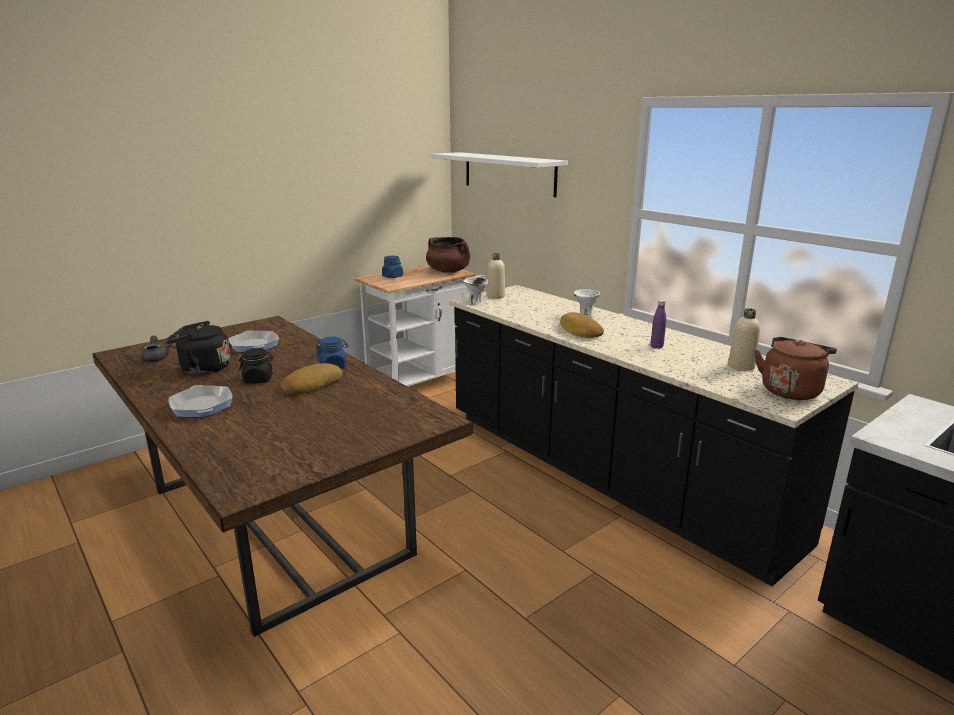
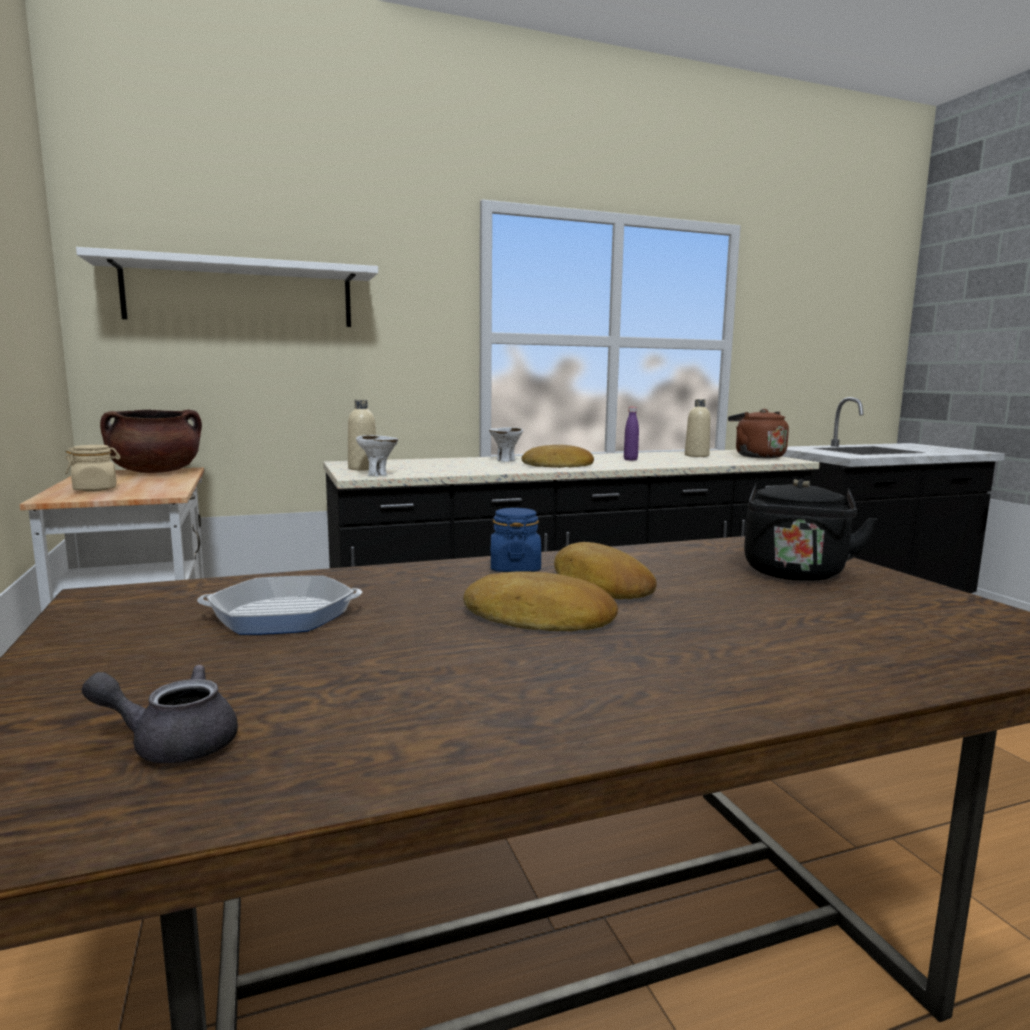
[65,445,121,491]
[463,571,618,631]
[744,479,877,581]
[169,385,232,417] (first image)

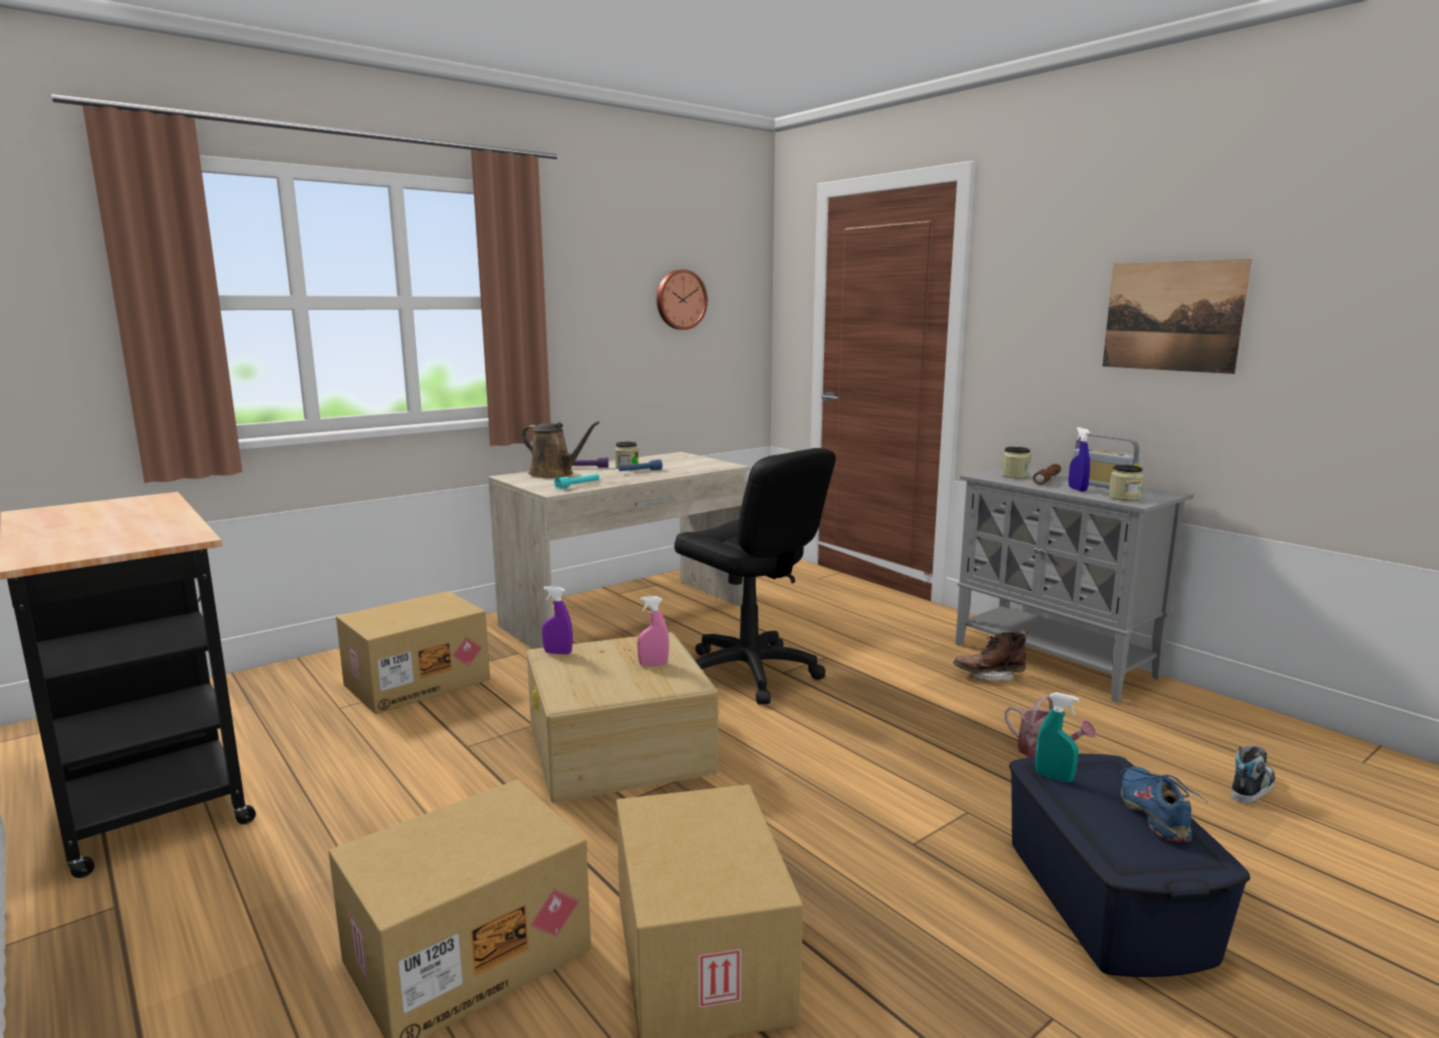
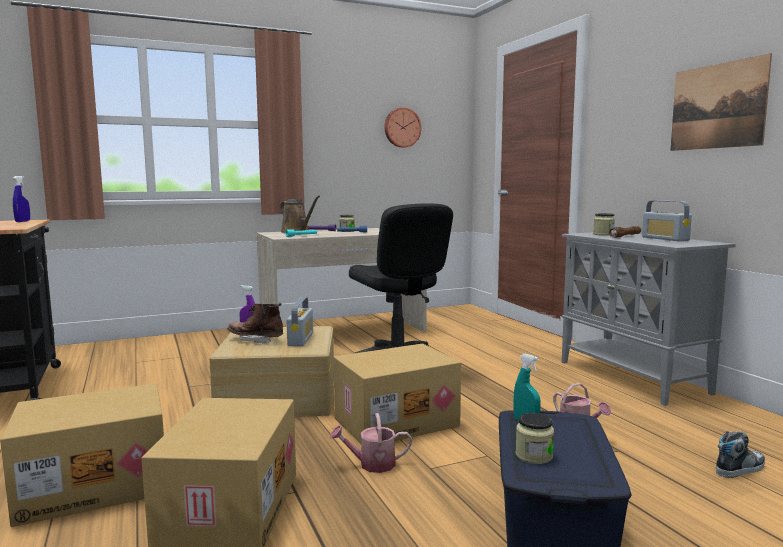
[13,176,30,222]
[227,303,283,344]
[287,297,313,346]
[330,413,412,473]
[333,343,461,445]
[515,413,554,464]
[1120,767,1208,842] (first image)

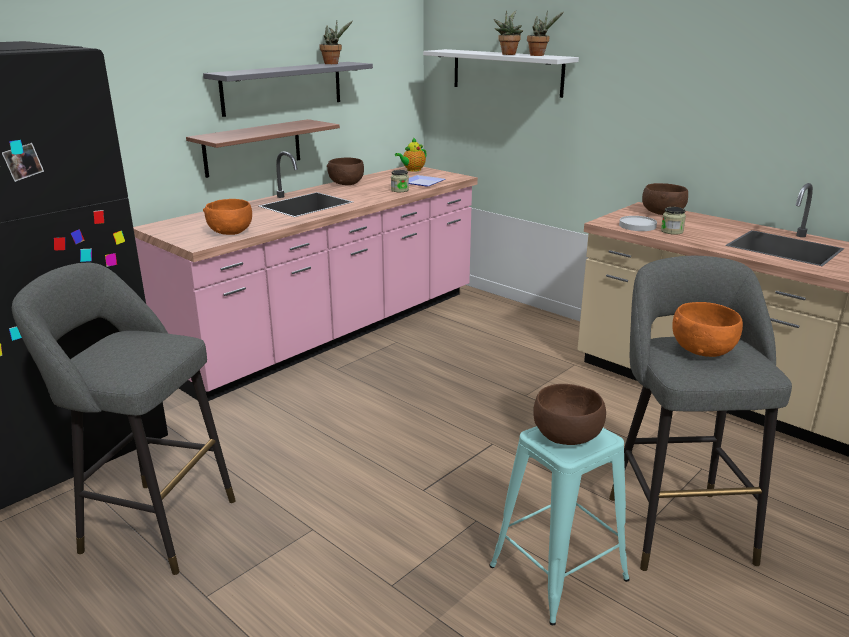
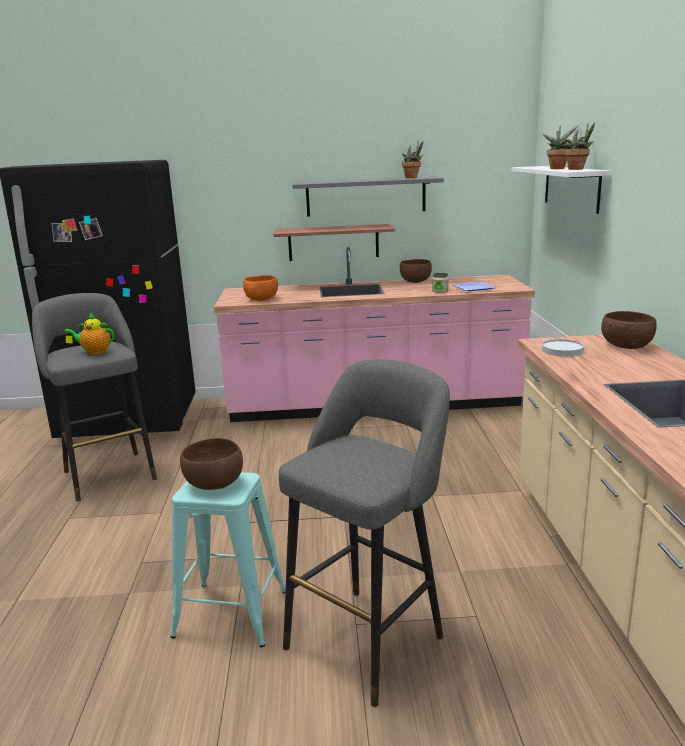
[64,313,114,355]
[661,207,686,235] (first image)
[672,302,743,357] (first image)

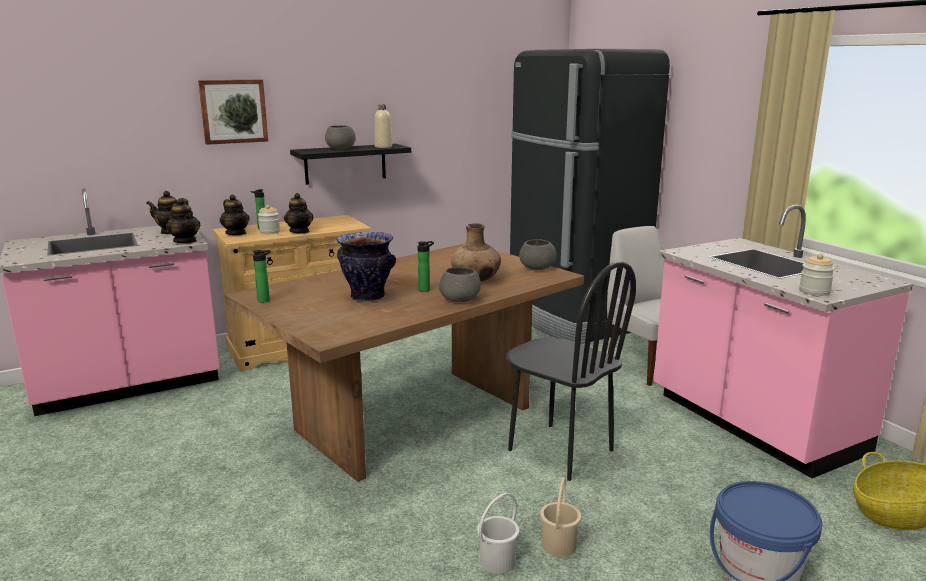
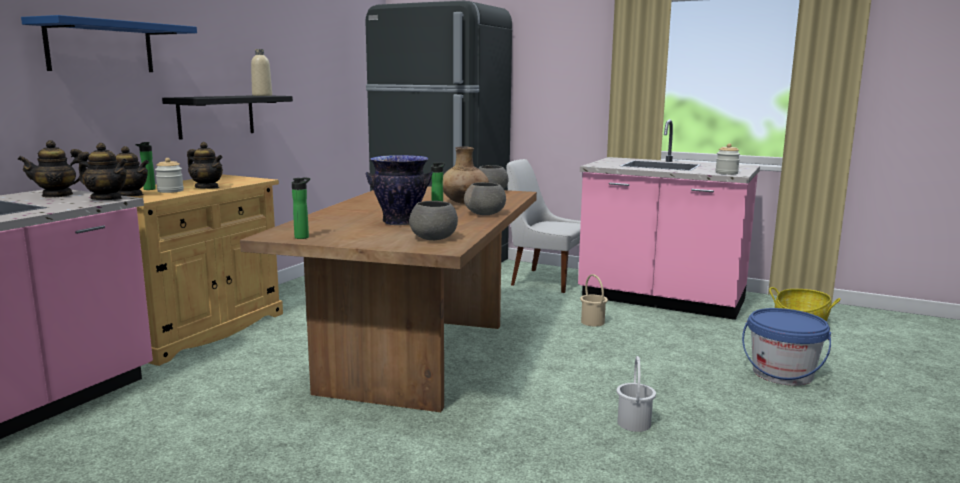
[21,15,197,72]
[409,201,458,240]
[580,274,608,327]
[506,261,636,481] (first image)

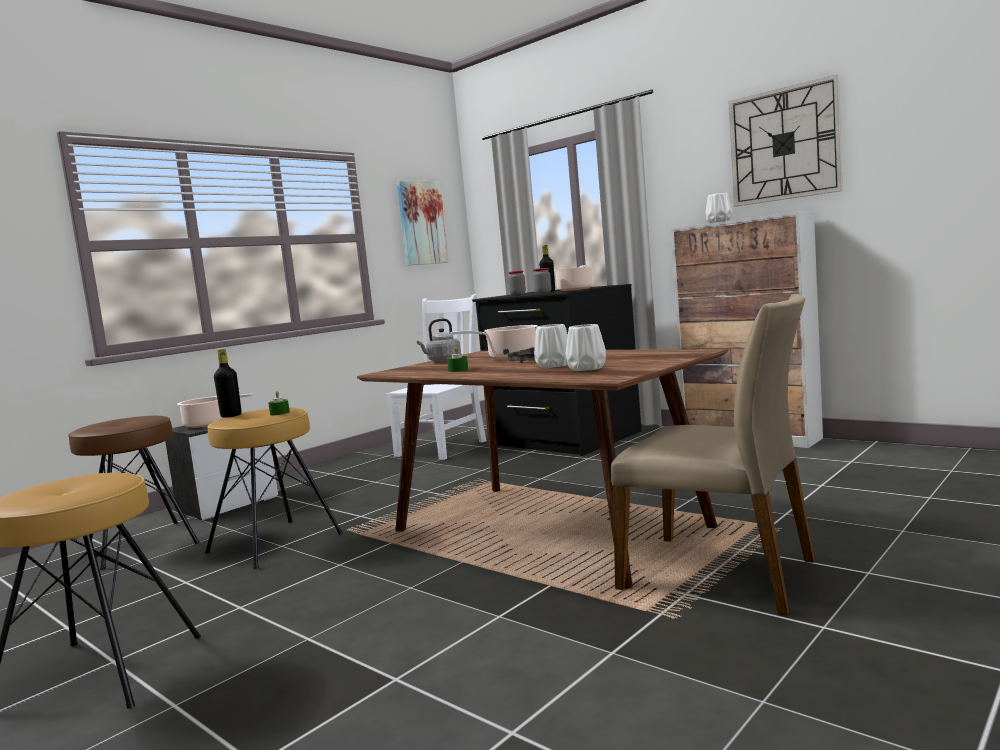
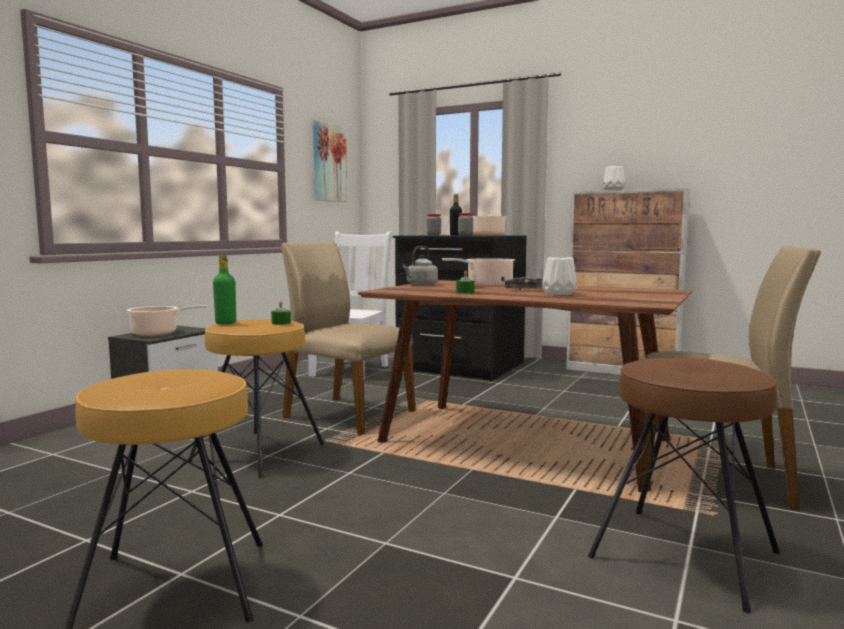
[213,255,236,324]
[282,242,415,435]
[588,358,780,613]
[566,324,606,371] (first image)
[728,74,843,206] (first image)

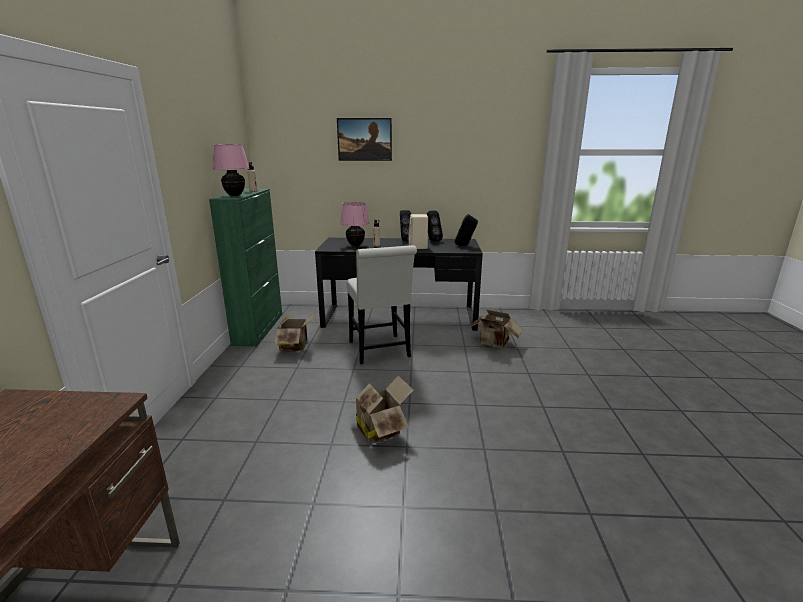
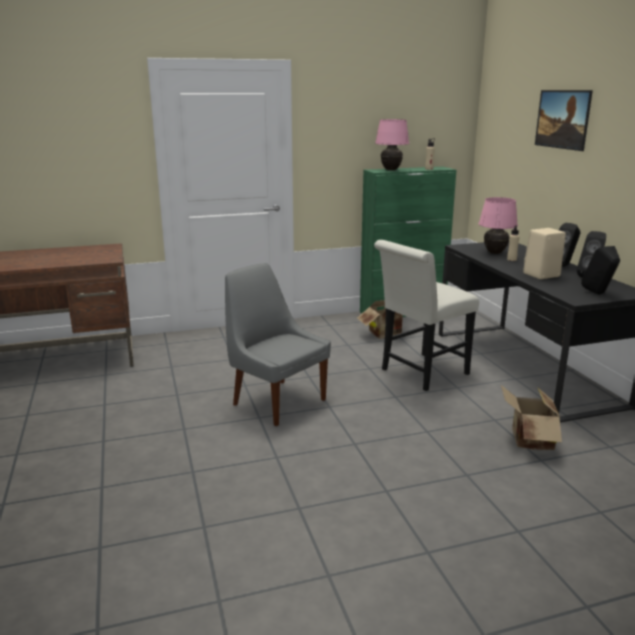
[225,263,331,426]

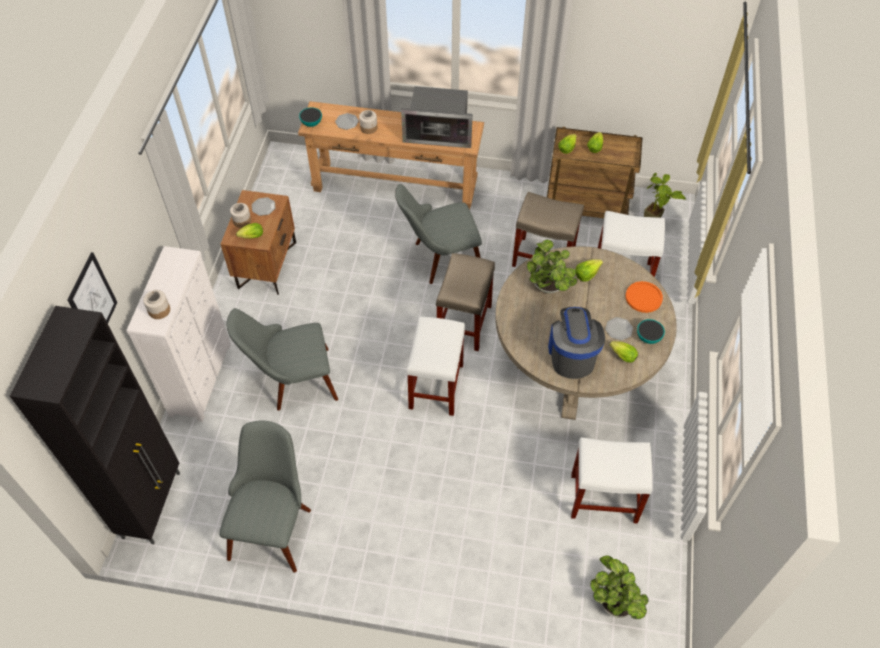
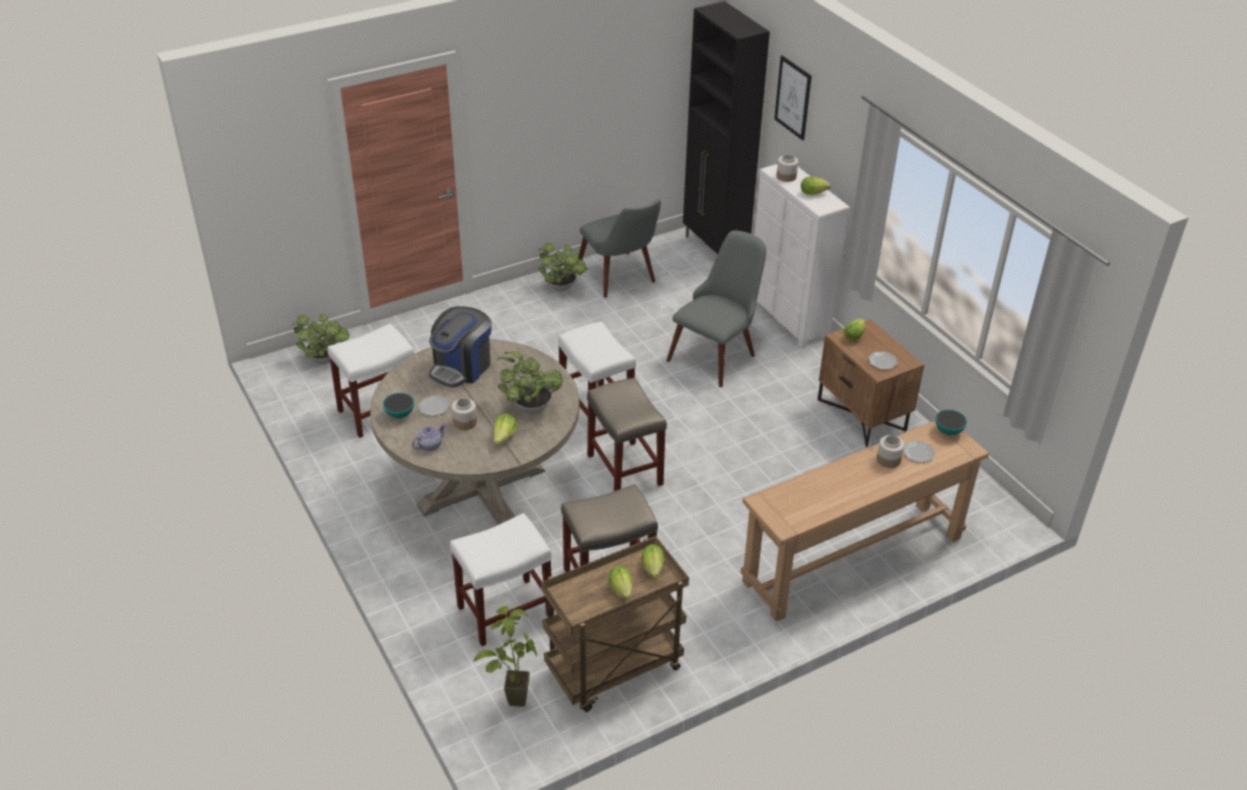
[412,424,446,451]
[429,306,491,388]
[452,398,477,430]
[538,243,587,291]
[801,177,831,195]
[395,184,482,284] (first image)
[401,86,473,148] (first image)

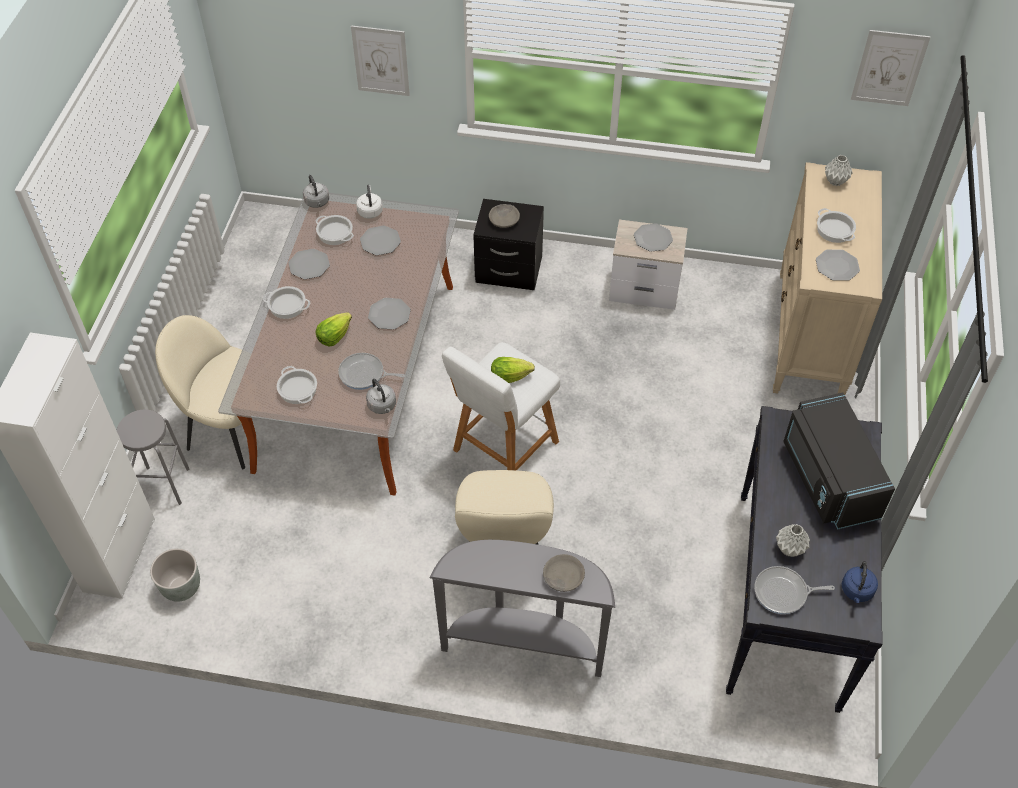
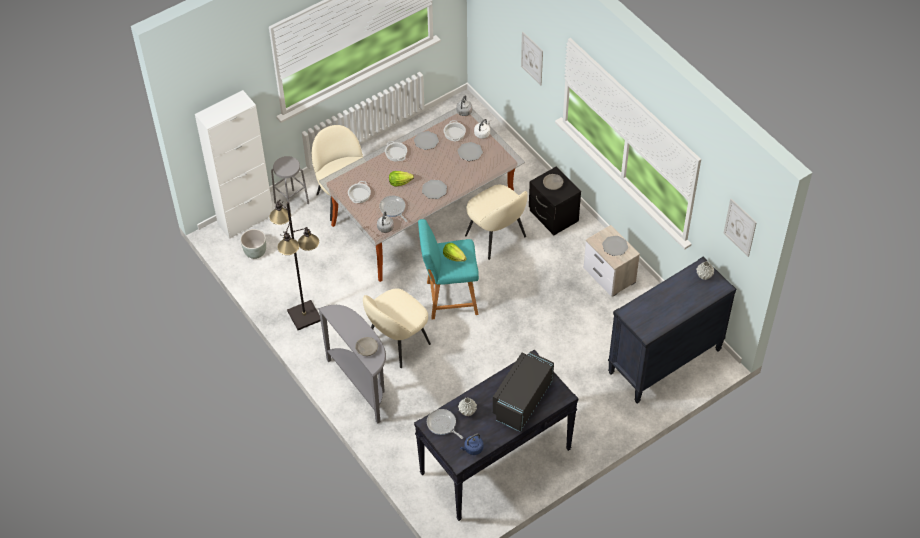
[269,200,321,330]
[418,219,479,319]
[465,185,528,260]
[608,257,736,403]
[816,250,860,281] (first image)
[817,208,856,243] (first image)

